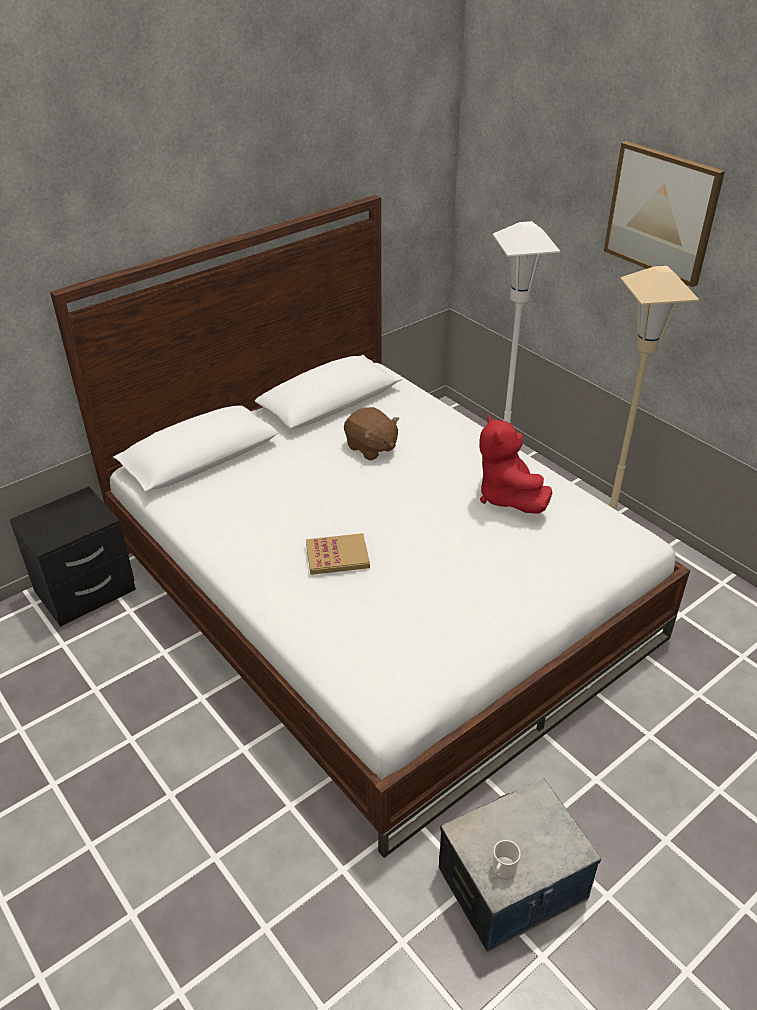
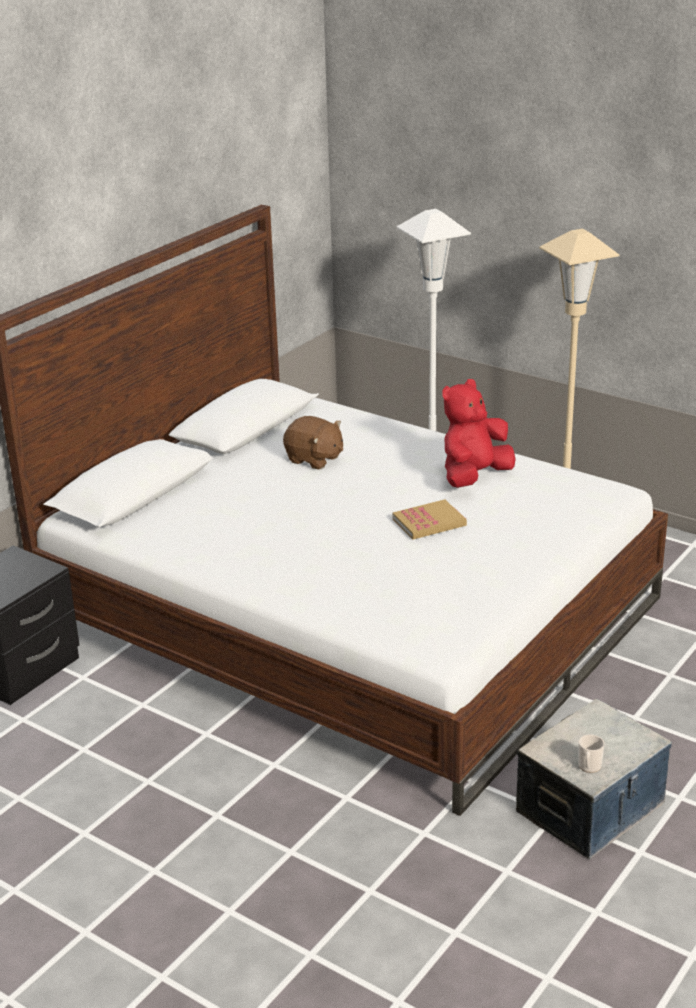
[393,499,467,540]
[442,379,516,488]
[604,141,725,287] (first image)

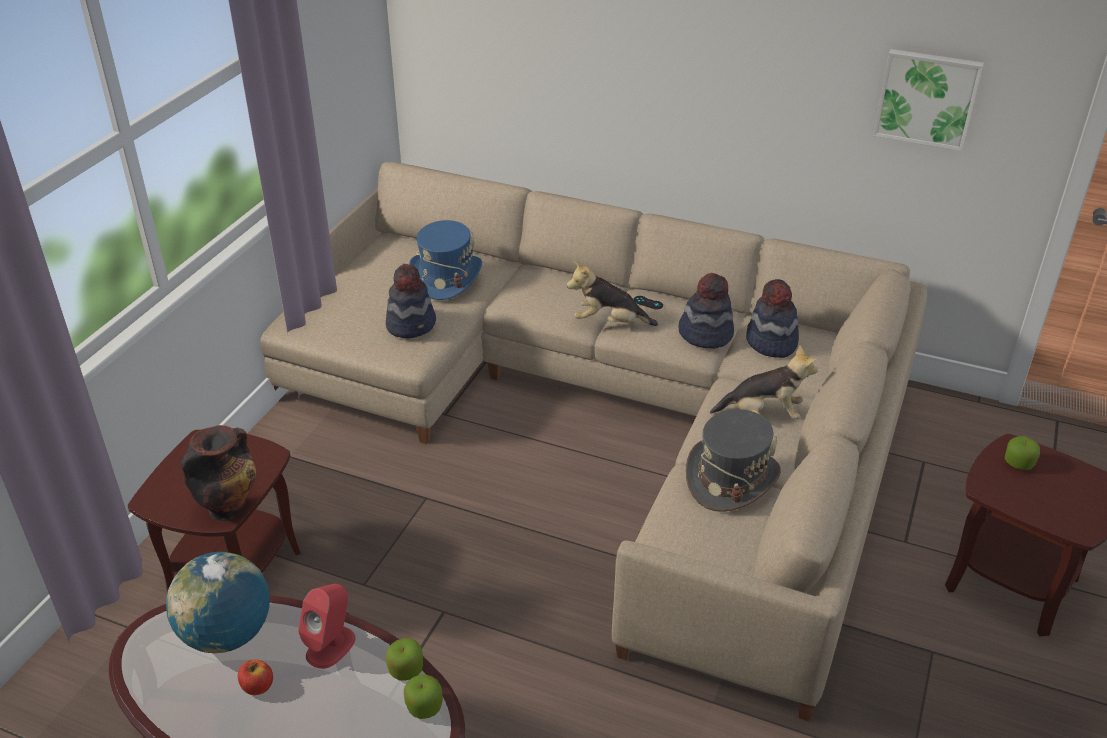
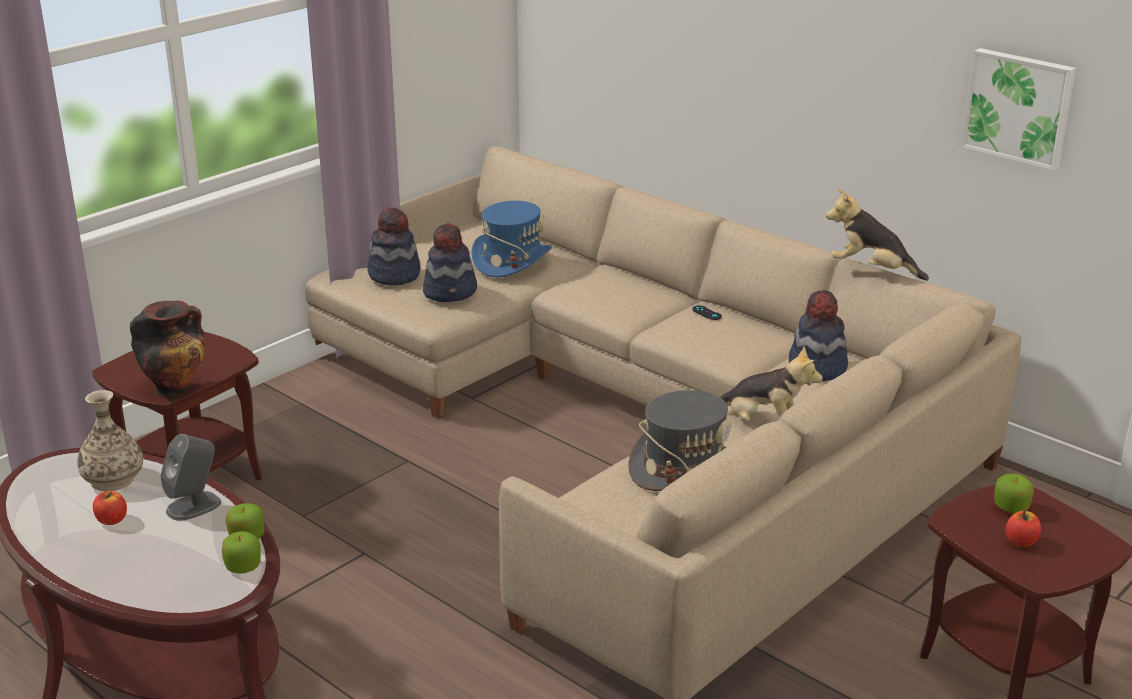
[77,390,143,491]
[160,434,221,521]
[368,207,421,285]
[826,189,929,281]
[1005,511,1041,547]

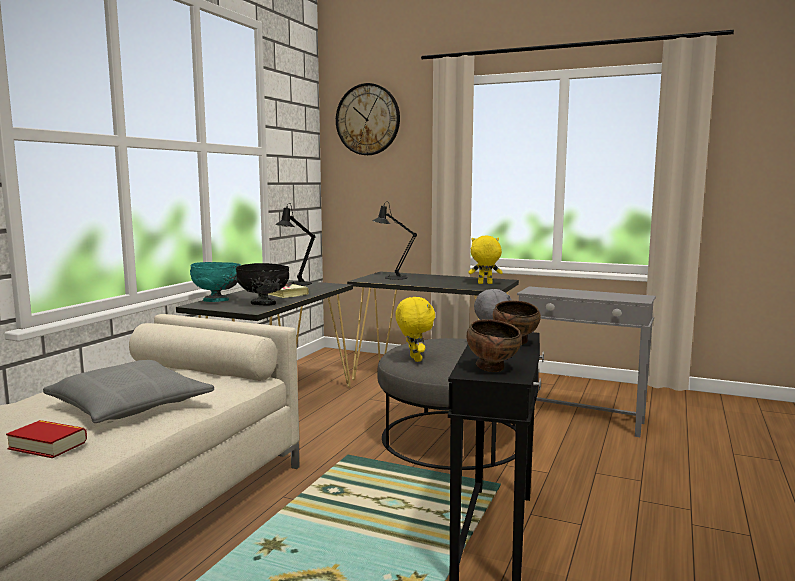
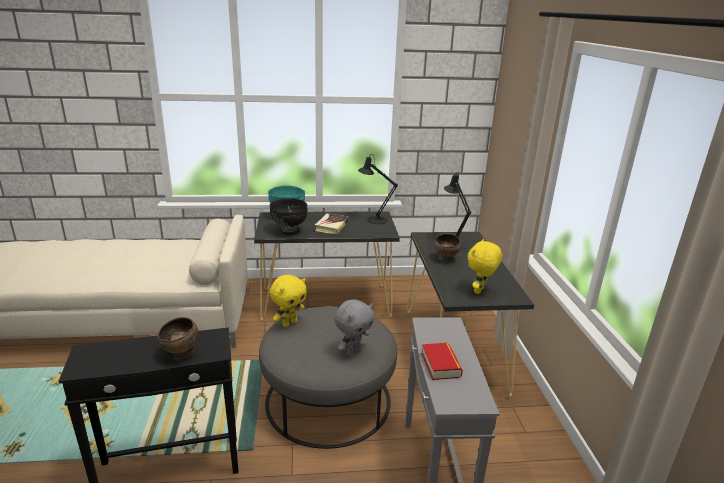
[421,343,463,380]
[434,233,462,261]
[467,239,502,294]
[43,360,214,423] (first image)
[336,83,400,155] (first image)

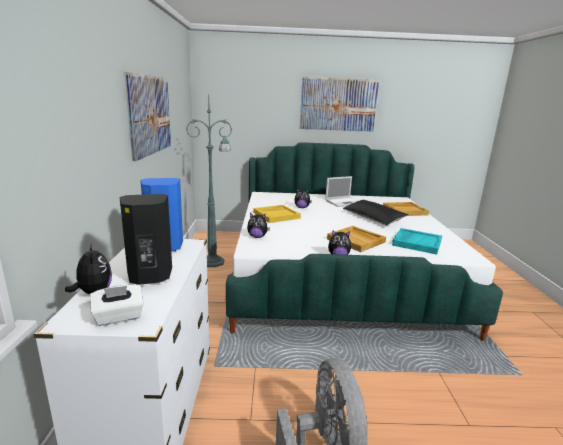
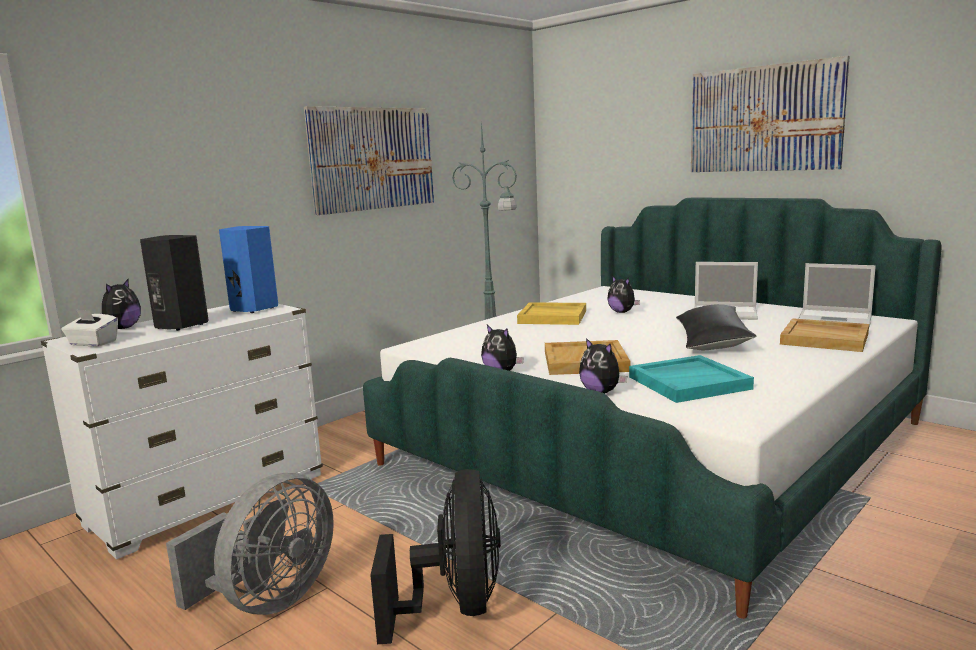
[370,469,501,644]
[579,338,627,394]
[798,263,876,327]

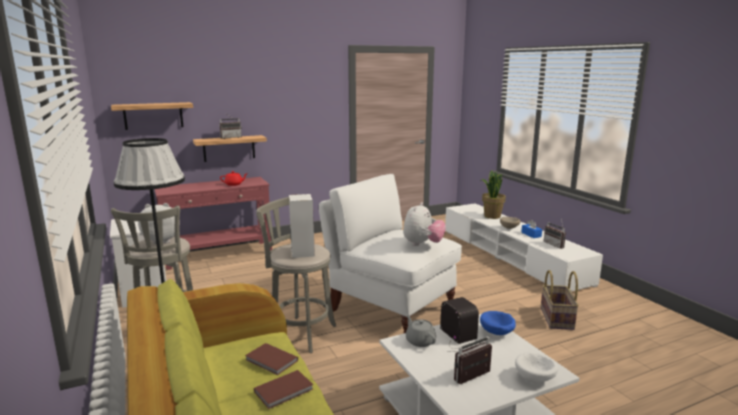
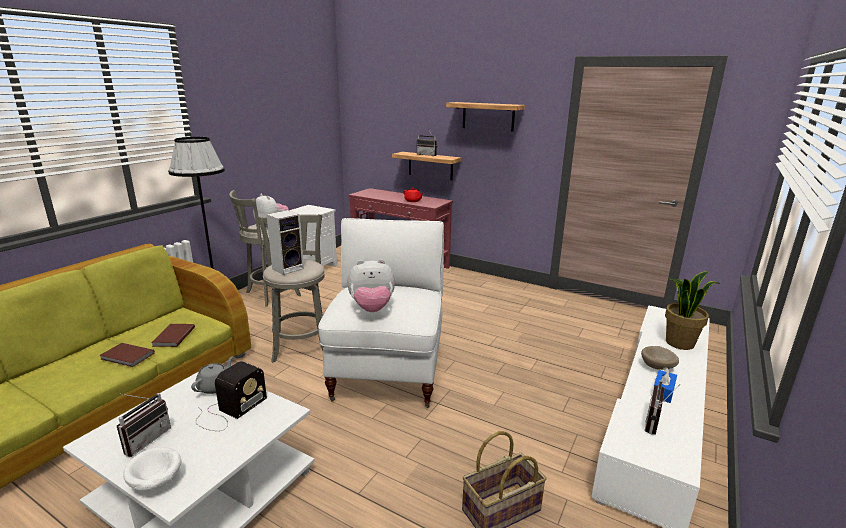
[117,393,171,457]
[446,102,525,131]
[480,311,516,335] (first image)

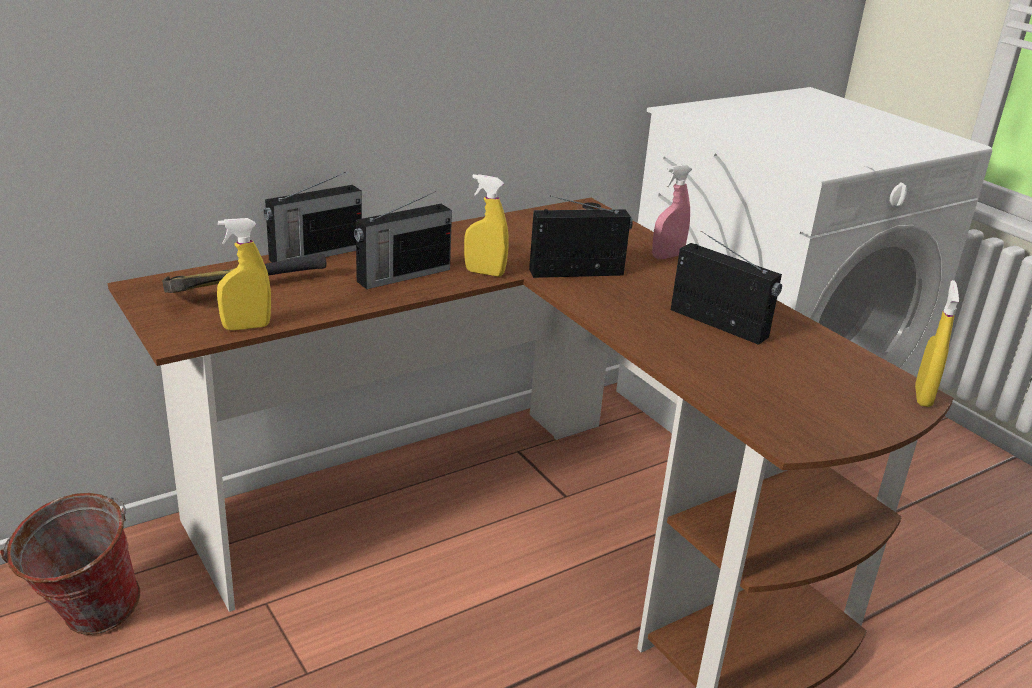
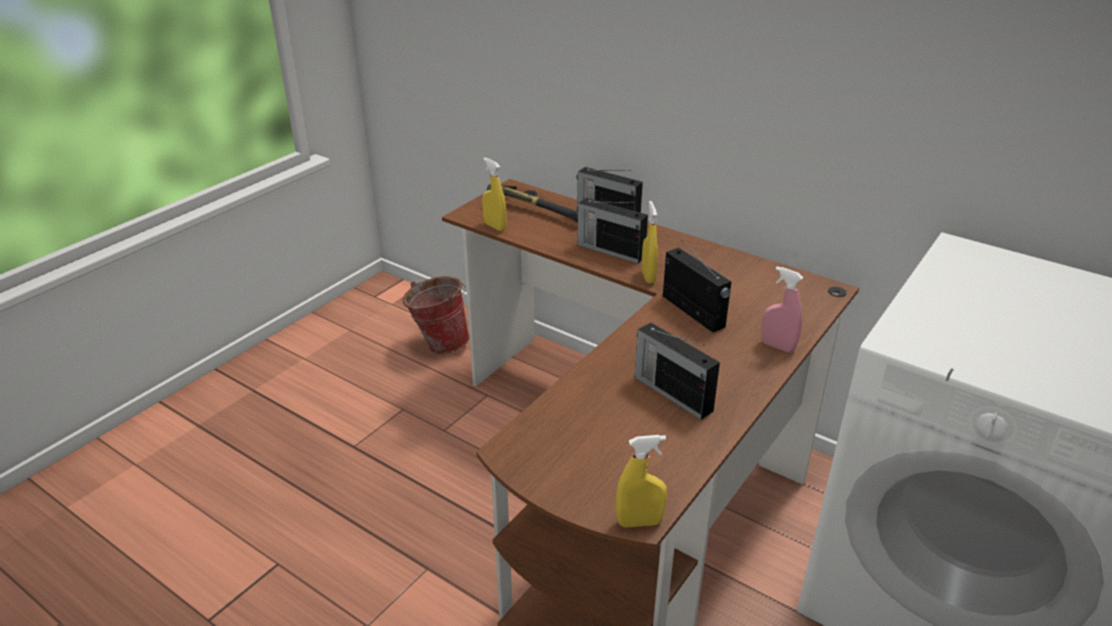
[635,322,720,420]

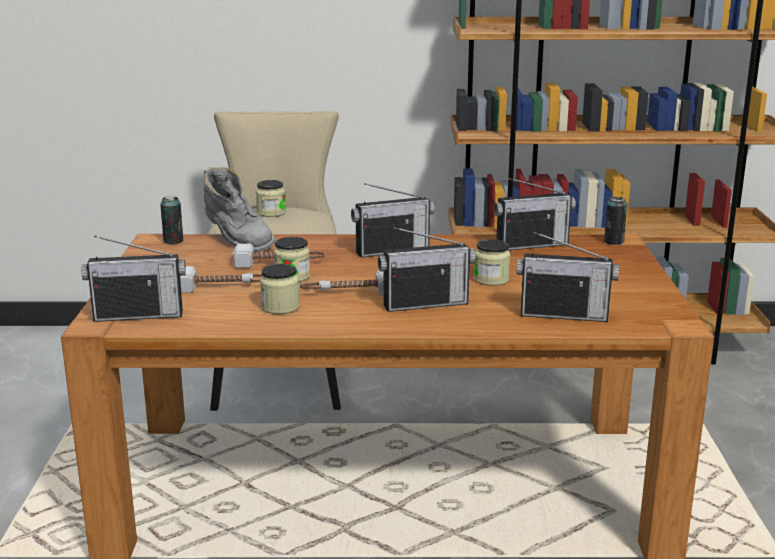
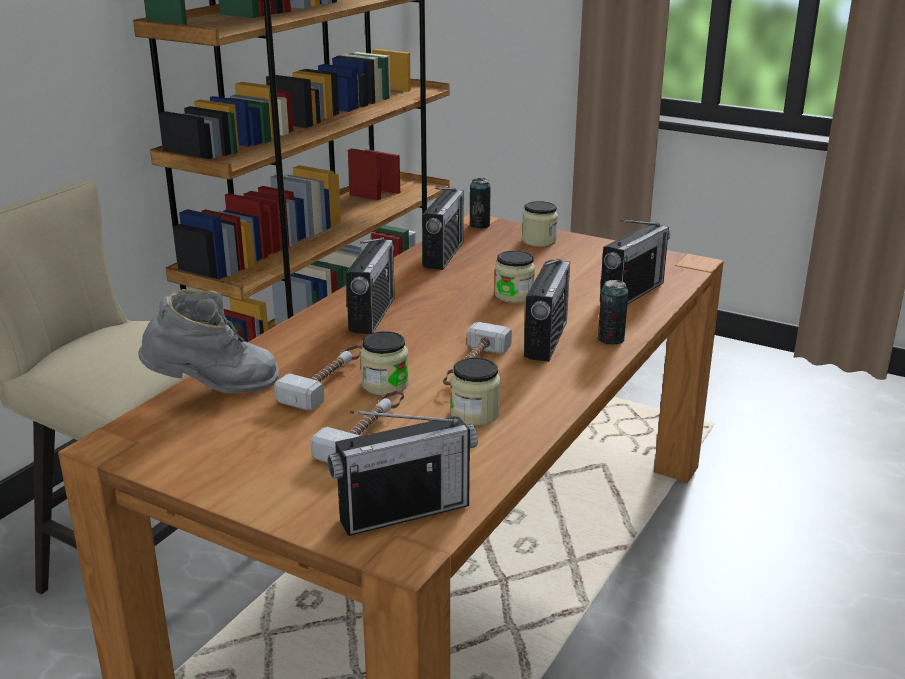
[327,411,478,536]
[522,201,558,247]
[598,280,628,345]

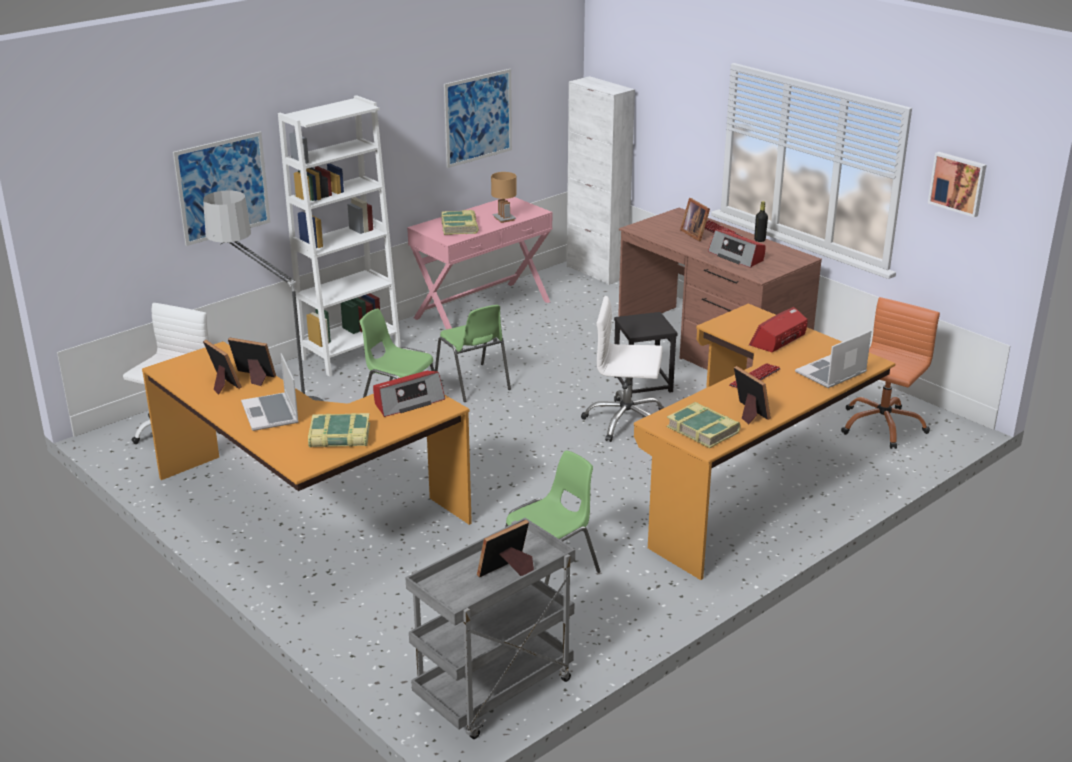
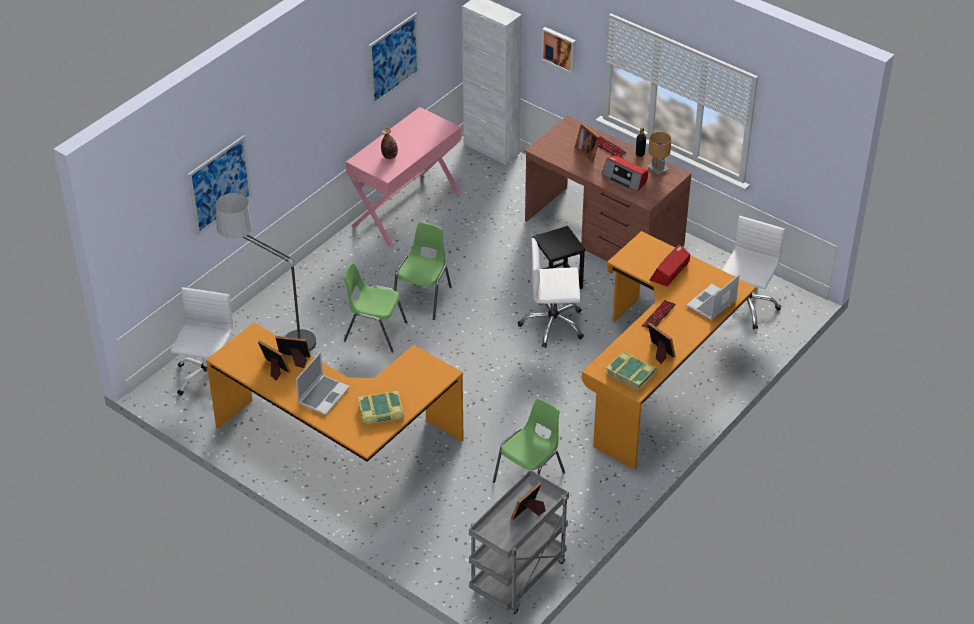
[296,352,350,415]
[381,128,398,159]
[394,223,452,320]
[542,27,576,73]
[647,132,671,175]
[722,216,785,329]
[278,95,401,377] (first image)
[373,371,445,417] (first image)

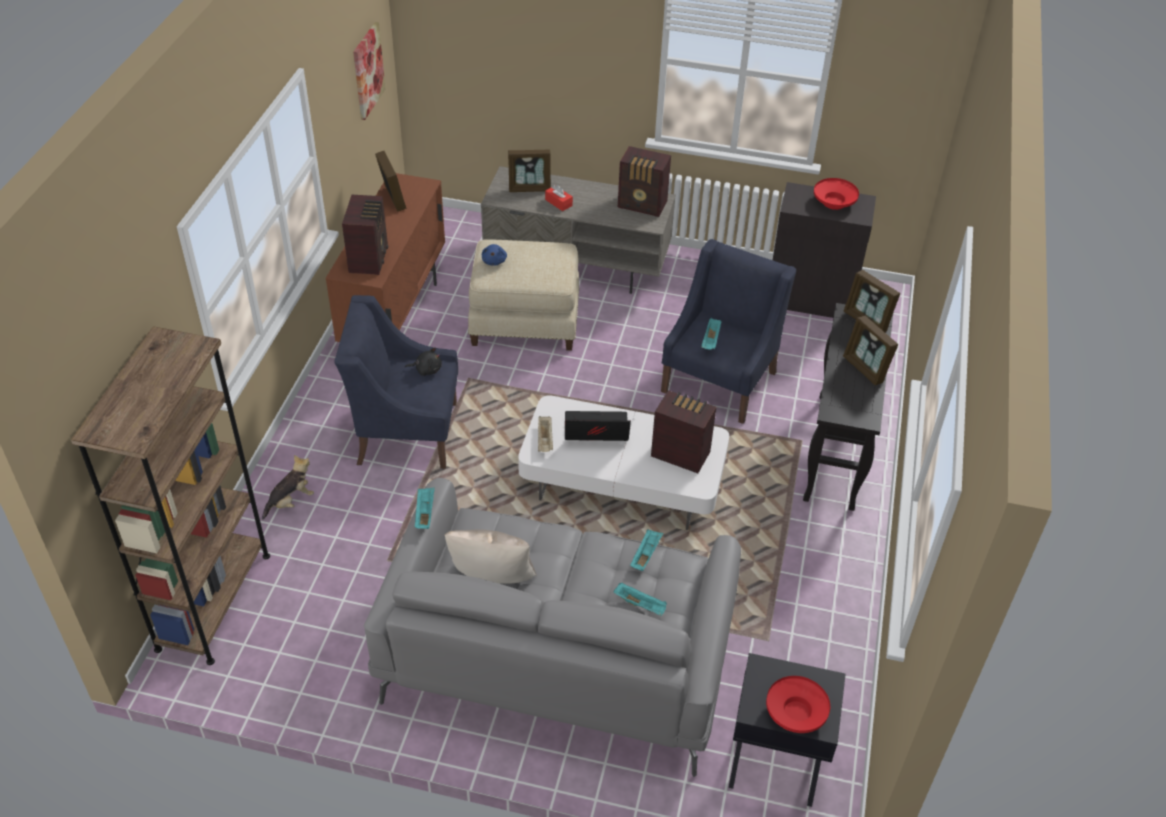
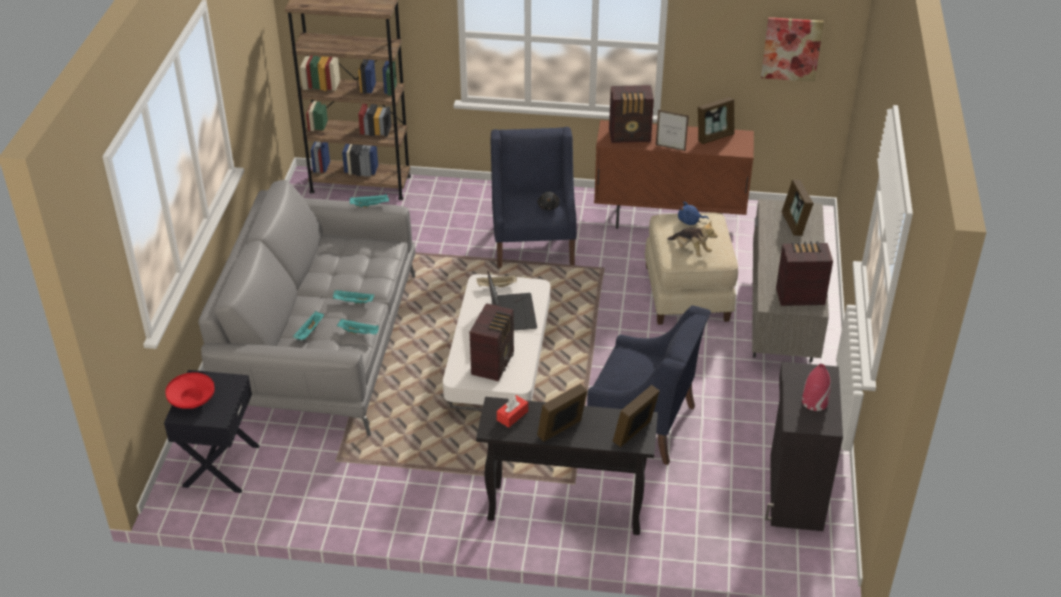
[333,290,374,304]
[497,395,528,428]
[656,110,689,151]
[667,221,718,257]
[776,241,833,306]
[802,364,831,411]
[445,529,537,584] (first image)

